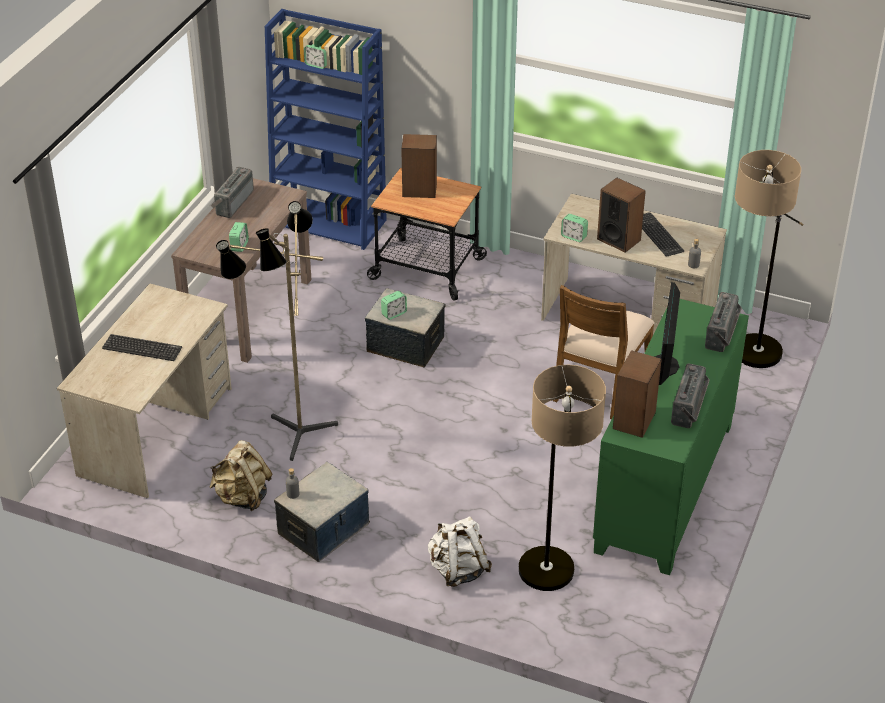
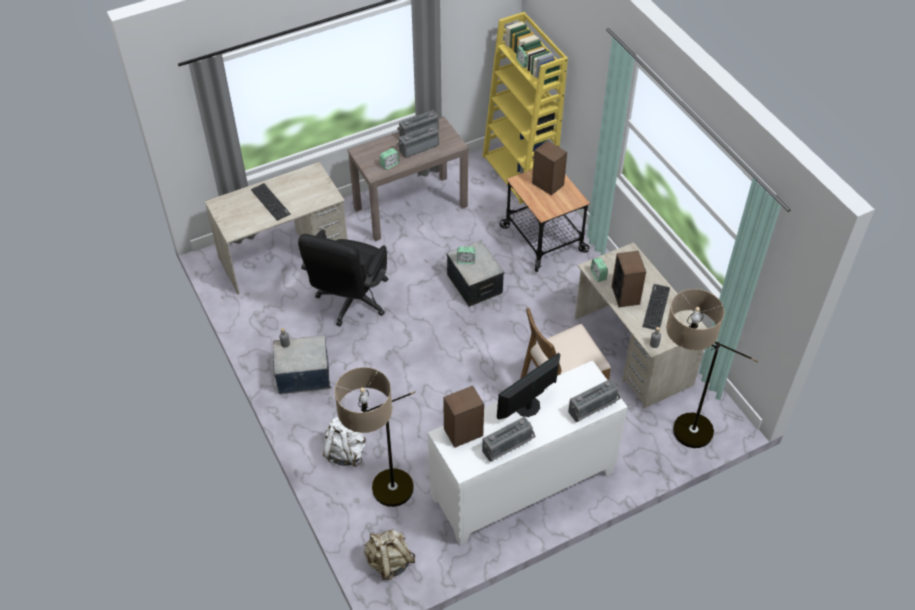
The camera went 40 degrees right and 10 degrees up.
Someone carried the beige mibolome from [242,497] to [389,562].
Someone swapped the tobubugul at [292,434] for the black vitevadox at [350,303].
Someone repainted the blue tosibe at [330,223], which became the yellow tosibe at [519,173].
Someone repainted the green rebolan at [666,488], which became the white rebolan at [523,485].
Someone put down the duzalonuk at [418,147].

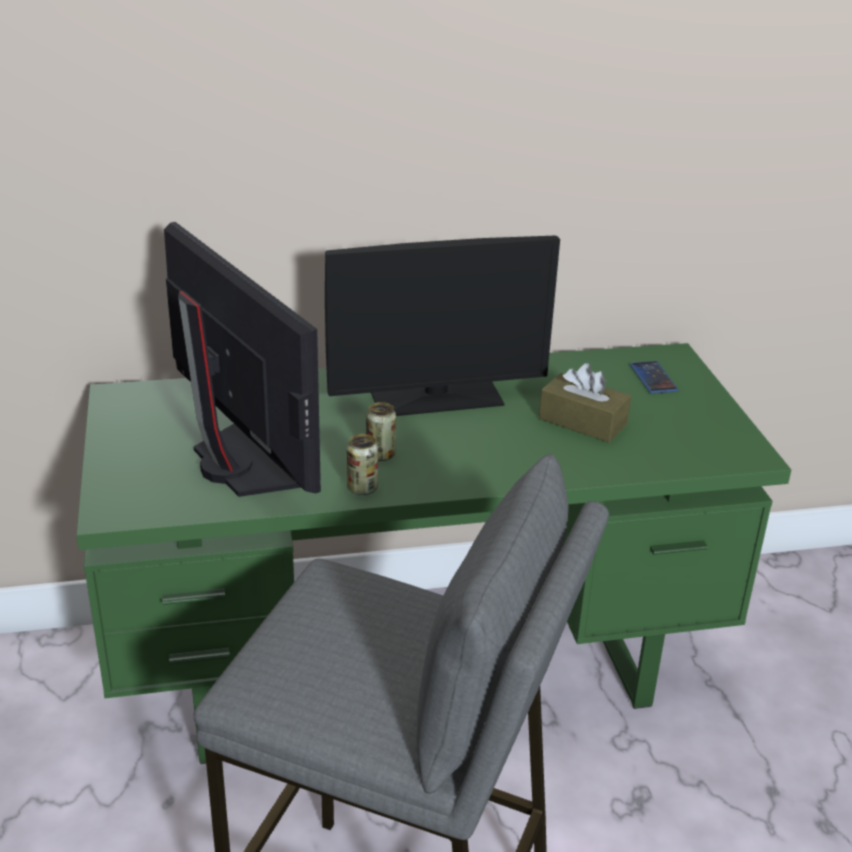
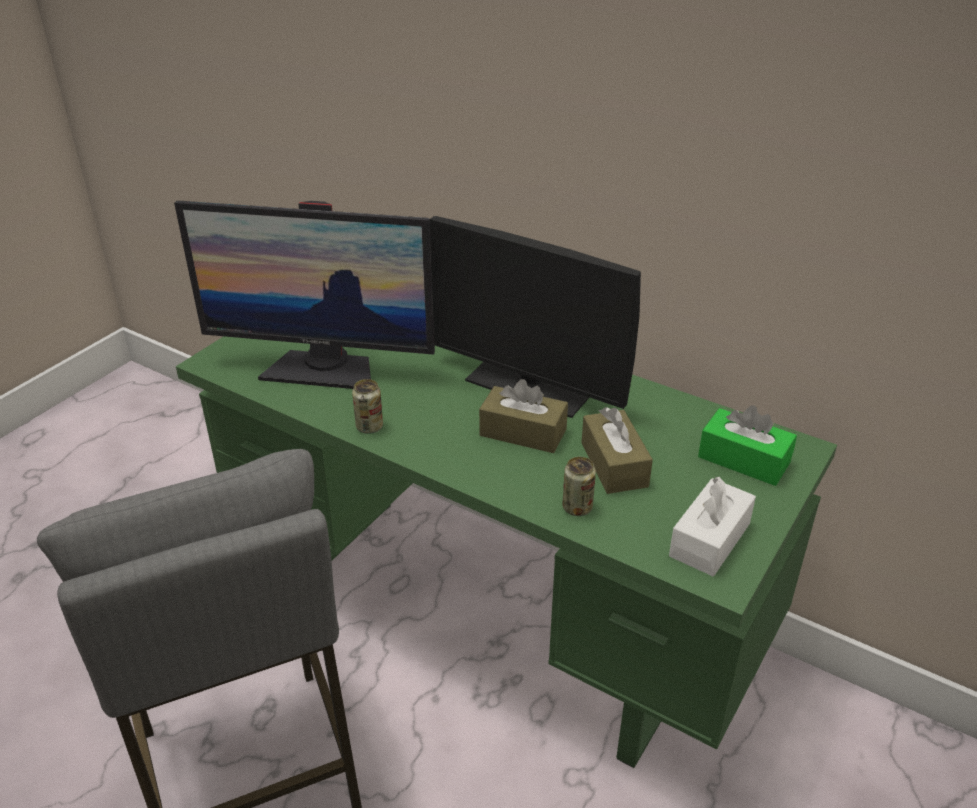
The camera went 45 degrees right and 5 degrees up.
Someone rotated the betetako at [238,465] by 90 degrees clockwise.
Someone carried the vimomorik from [380,455] to [577,508].
Someone swapped the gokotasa at [653,378] for the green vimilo at [743,460].
Someone put down the brown vimilo at [523,432].
Someone put down the white vimilo at [709,540].

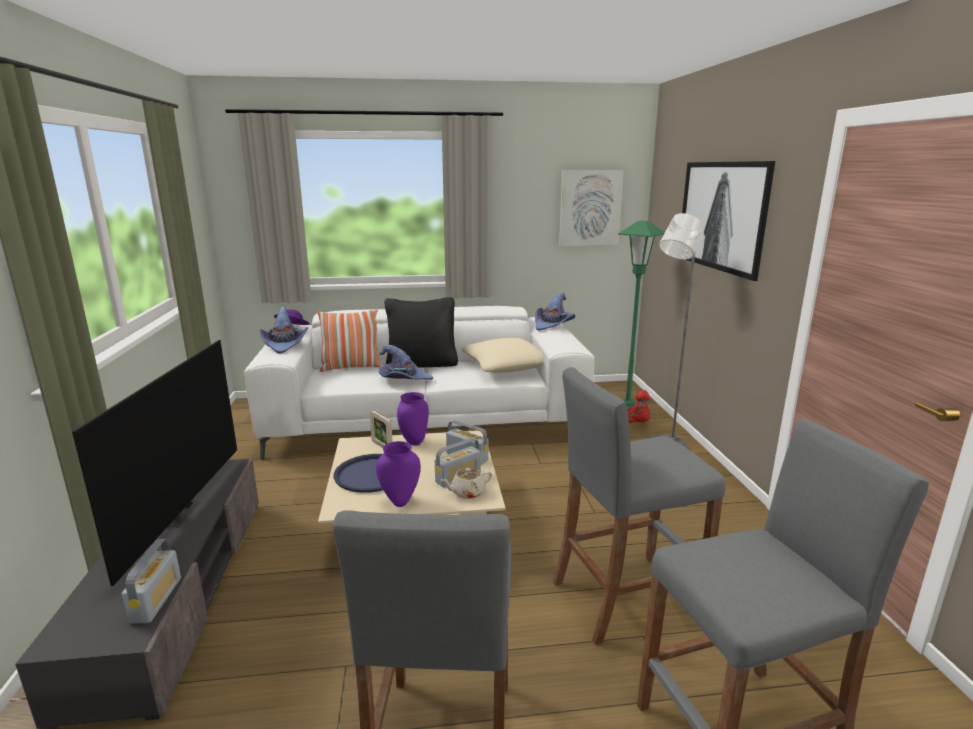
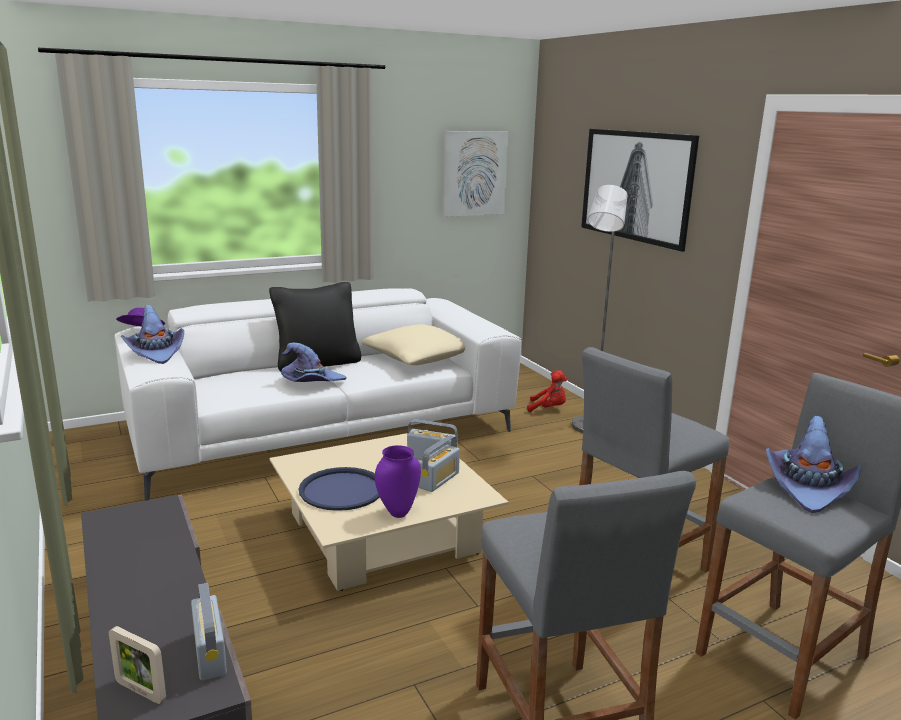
The camera went 20 degrees left and 0 degrees up.
Someone took away the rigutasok at [175,513].
Someone took away the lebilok at [351,367].
Someone carried the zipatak from [382,446] to [140,691].
Someone took away the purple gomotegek at [413,442].
Someone took away the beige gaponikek at [467,492].
Someone carried the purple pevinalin from [553,325] to [808,487].
Someone took away the green tobubugul at [627,407].

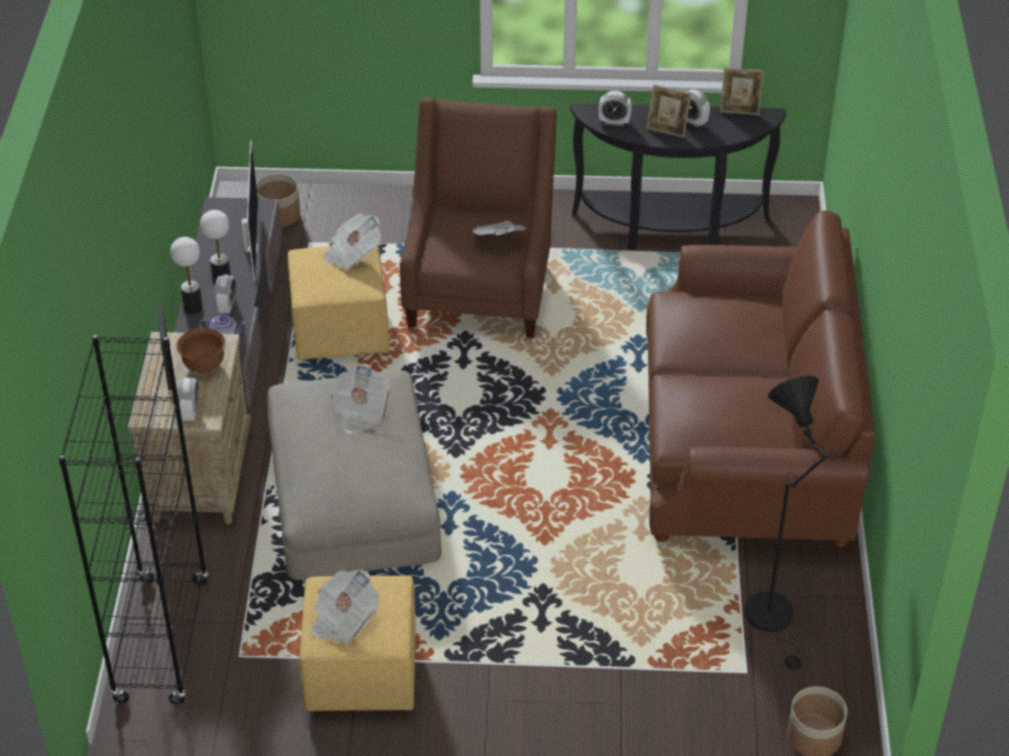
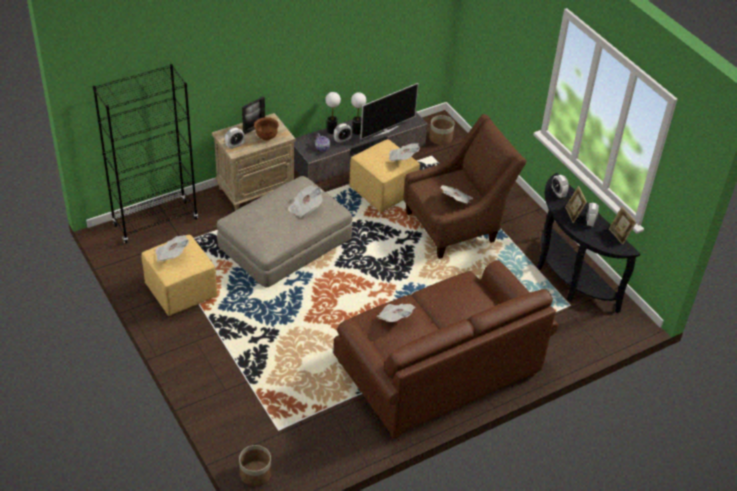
The camera went 55 degrees right and 0 degrees up.
Someone took away the black tobubugul at [774,620].
Someone put down the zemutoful at [395,318].

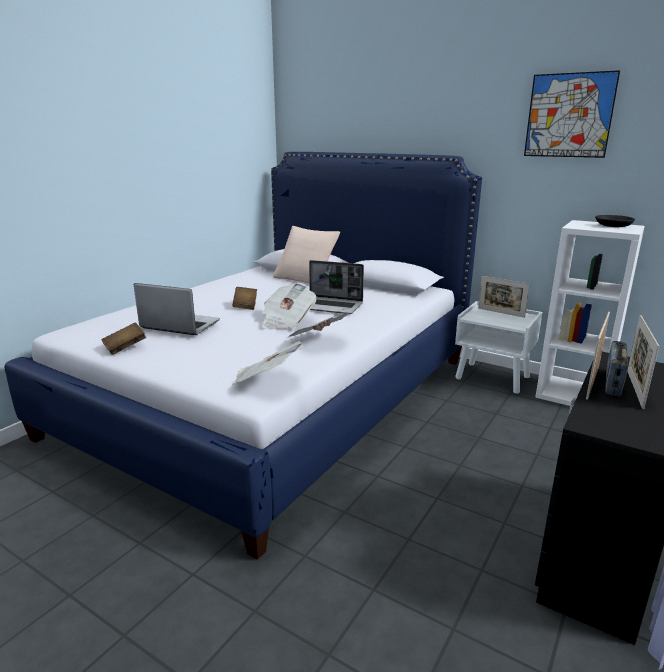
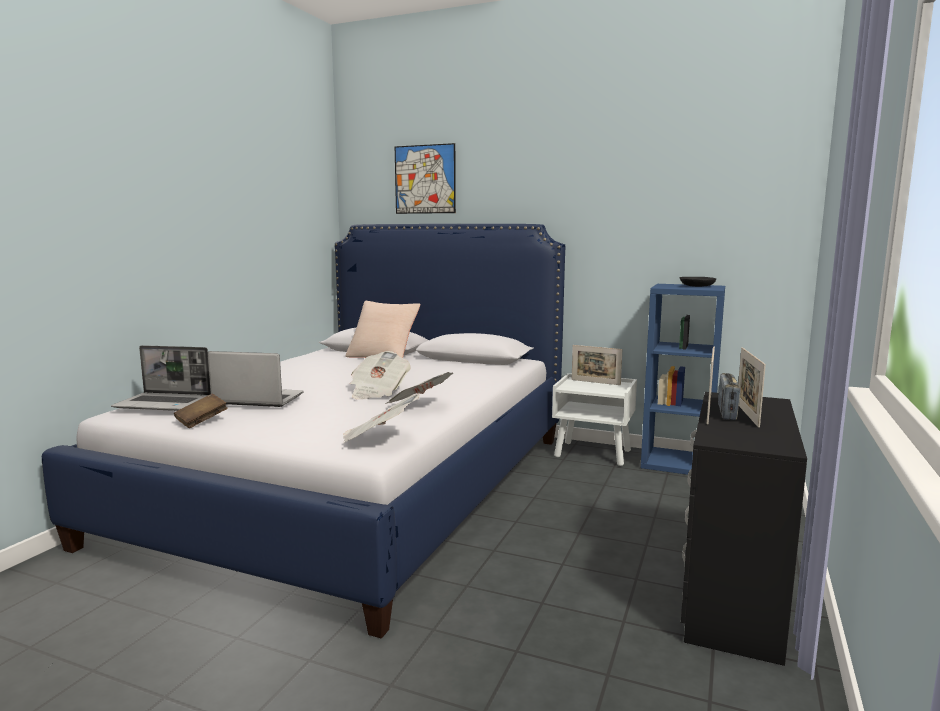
The camera went 10 degrees left and 10 degrees down.
Someone took away the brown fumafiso at [245,306].
Someone carried the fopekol from [331,306] to [164,403].
Someone carried the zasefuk from [569,115] to [425,179].
Someone repainted the white tosibe at [573,395], which became the blue tosibe at [677,463].

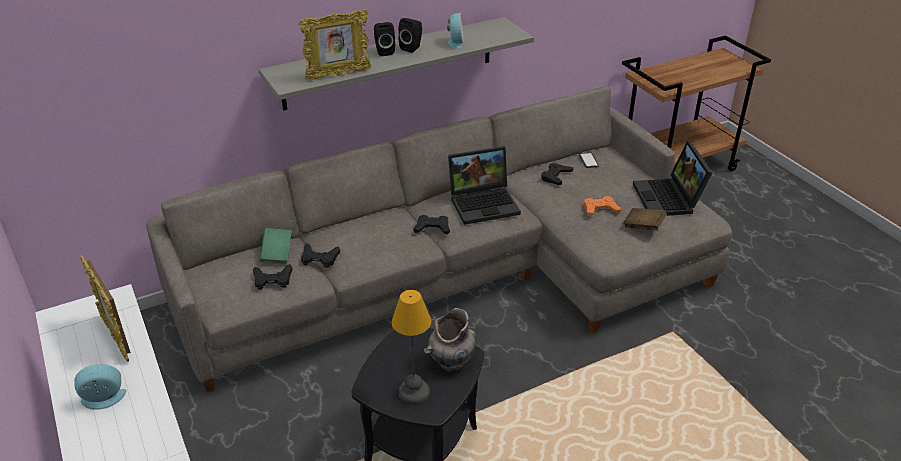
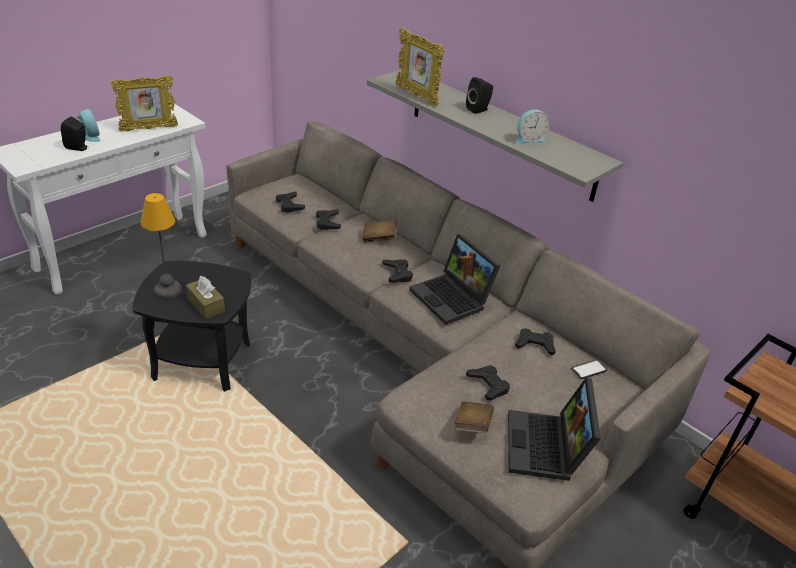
The camera went 70 degrees right and 0 degrees up.
Someone rotated the zipatak at [116,337] by 150 degrees counterclockwise.
Someone took away the green fumafiso at [277,254].
Someone carried the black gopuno from [412,48] to [78,148].
Someone swapped the grey gomotegek at [450,363] for the brown vimilo at [206,305].
Someone repainted the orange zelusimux at [600,209], which became the black zelusimux at [488,385].
Someone rotated the fopekol at [669,199] by 60 degrees counterclockwise.
Someone put down the brown fumafiso at [379,238].

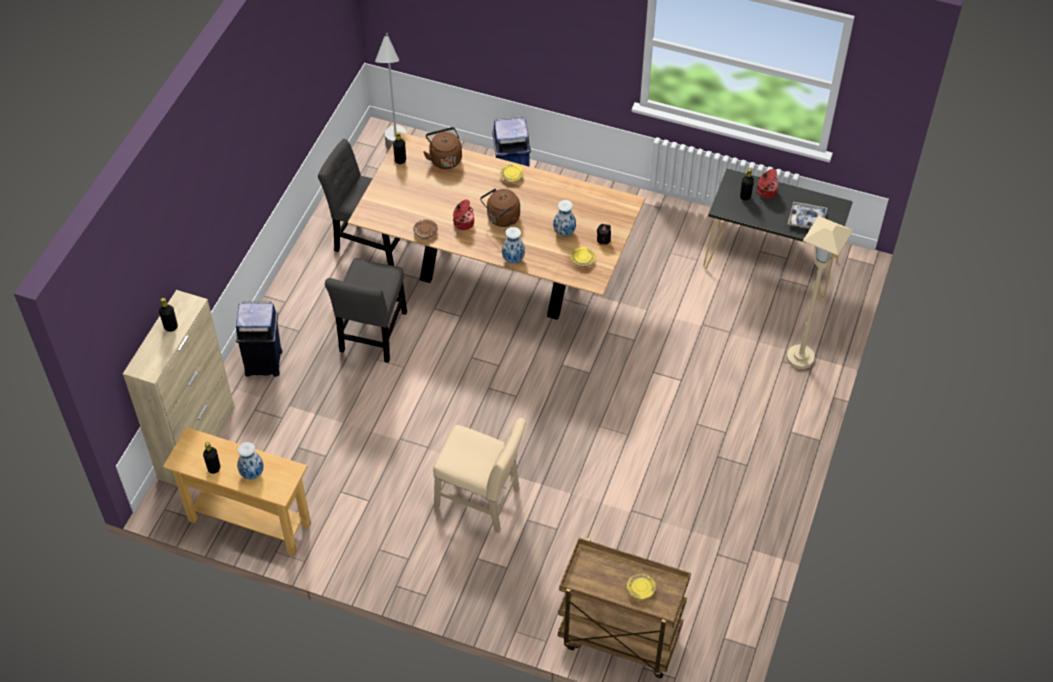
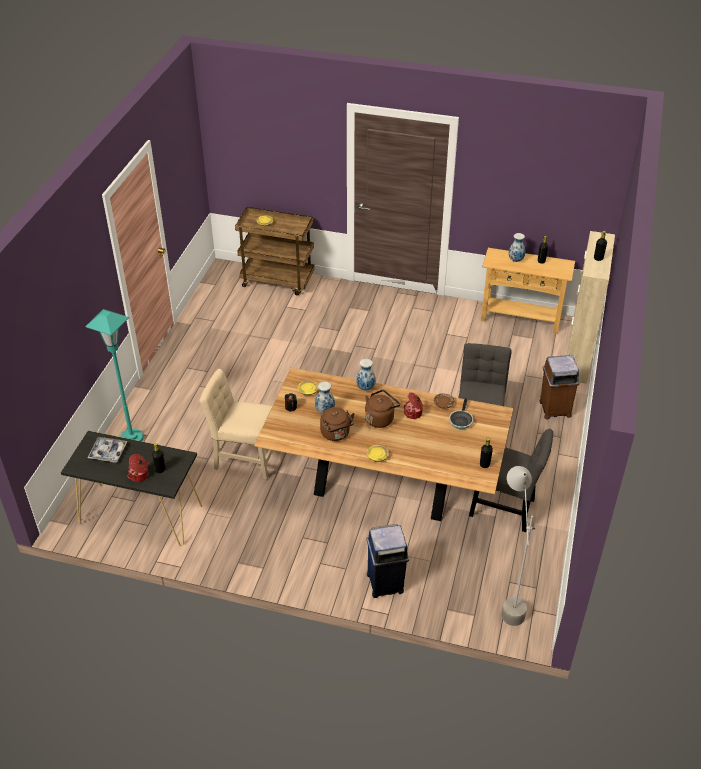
The camera went 175 degrees right and 10 degrees down.
Someone repainted the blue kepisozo at [264,363], which became the brown kepisozo at [554,409].
Someone carried the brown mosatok from [444,158] to [336,434].
Someone carried the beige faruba from [481,501] to [243,459].
Someone repainted the beige tobubugul at [800,358], which became the turquoise tobubugul at [132,438].
Someone put down the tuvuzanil at [460,420].

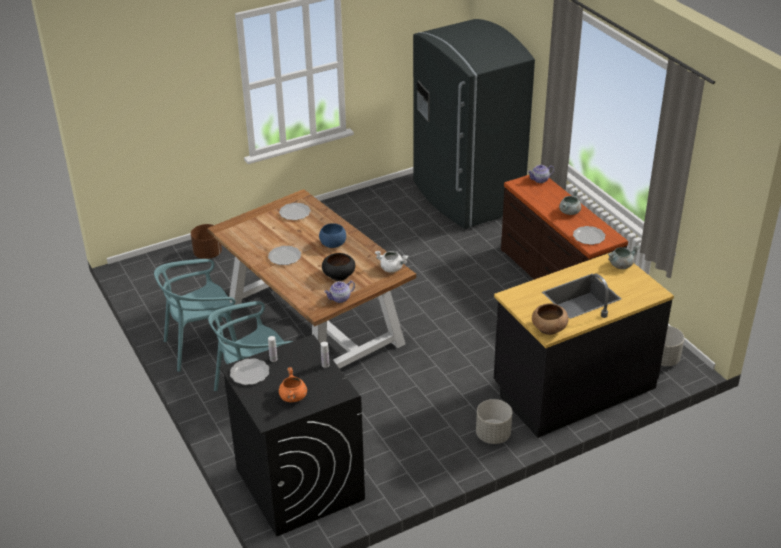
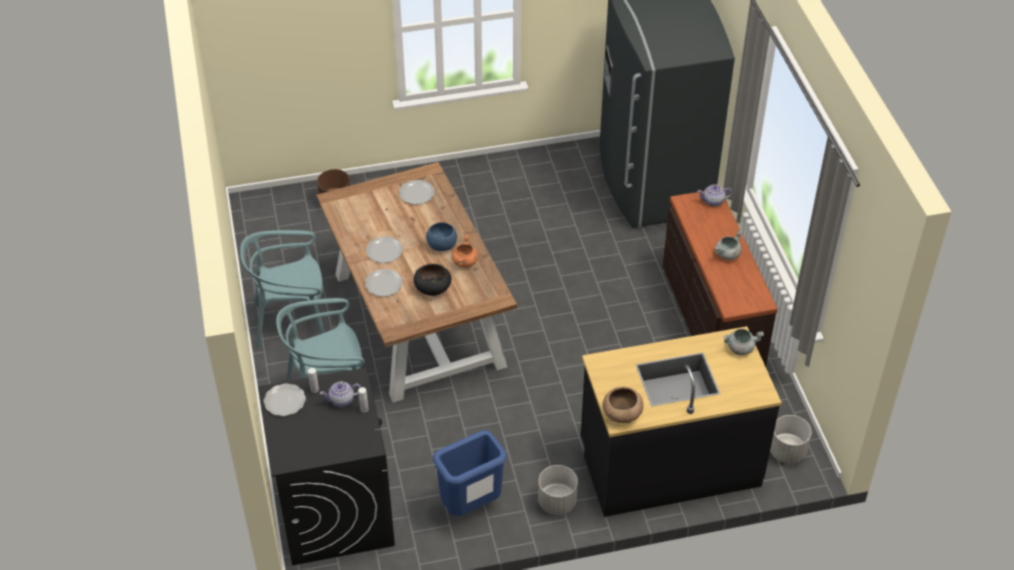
The camera went 15 degrees right and 10 degrees up.
Someone carried the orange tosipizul from [293,397] to [465,262].
Someone carried the gaponikek from [340,298] to [342,400].
Someone took away the white tosipizul at [392,268].
Someone carried the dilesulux from [588,237] to [383,284].
Someone put down the blue kepisozo at [471,506].

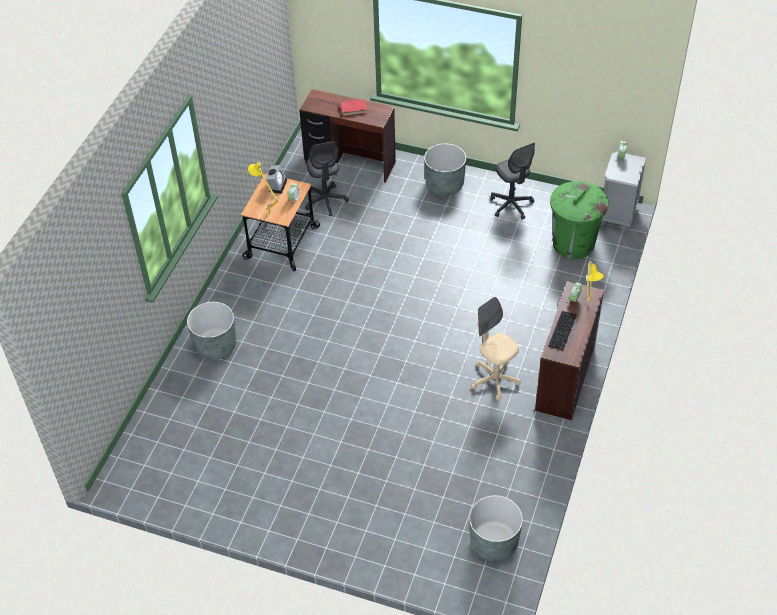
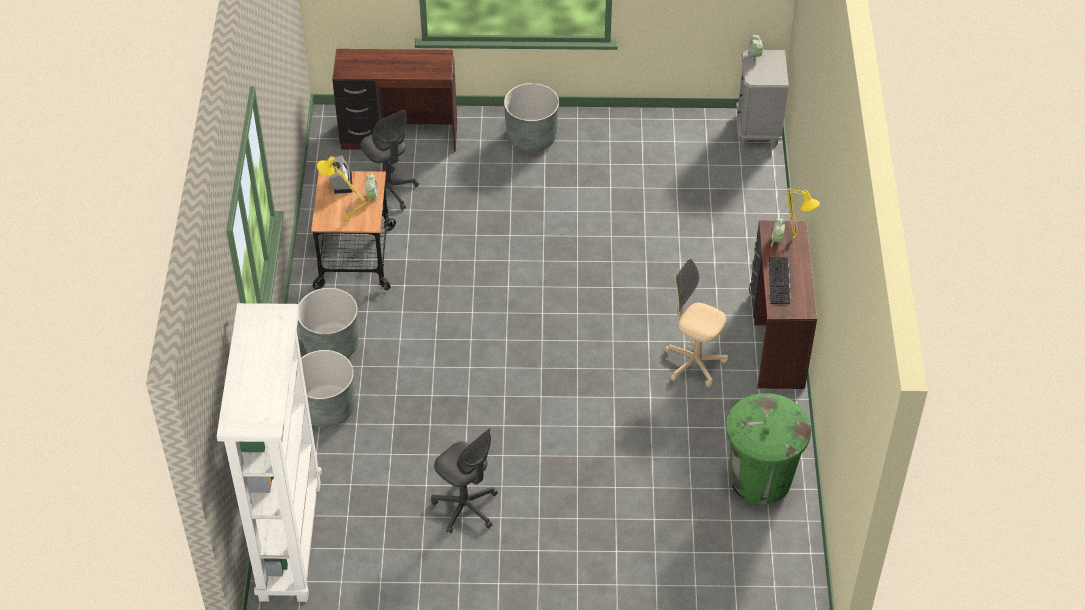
The camera went 20 degrees left and 0 degrees up.
Someone took away the red fumafiso at [353,109].
Someone carried the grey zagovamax from [493,542] to [331,345].
Someone carried the grey vitevadox from [511,205] to [465,507].
Someone carried the green kepisozo from [573,243] to [760,479].
Someone put down the white tosibe at [289,539].

